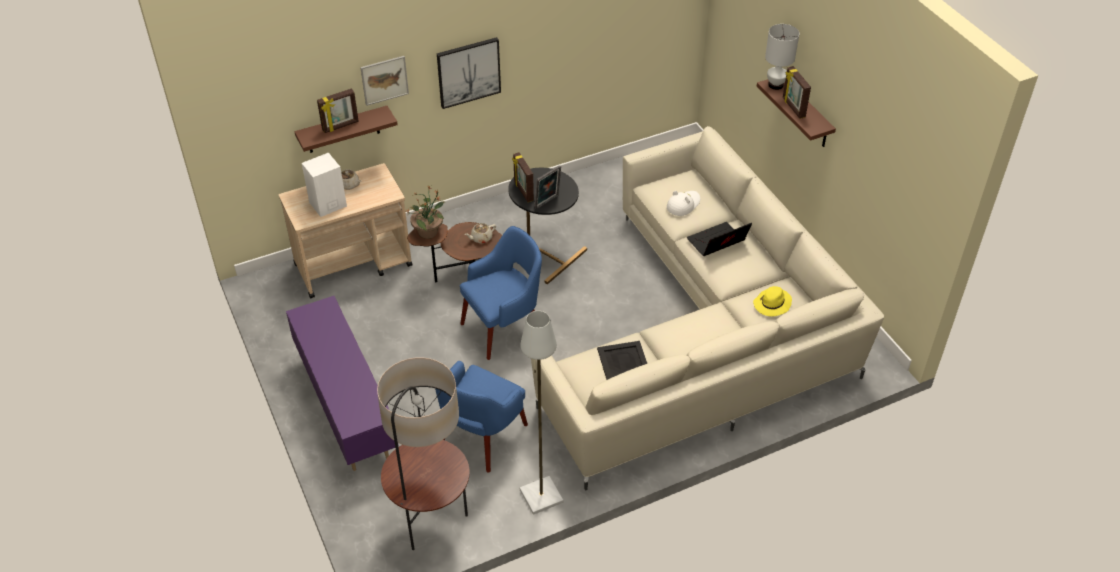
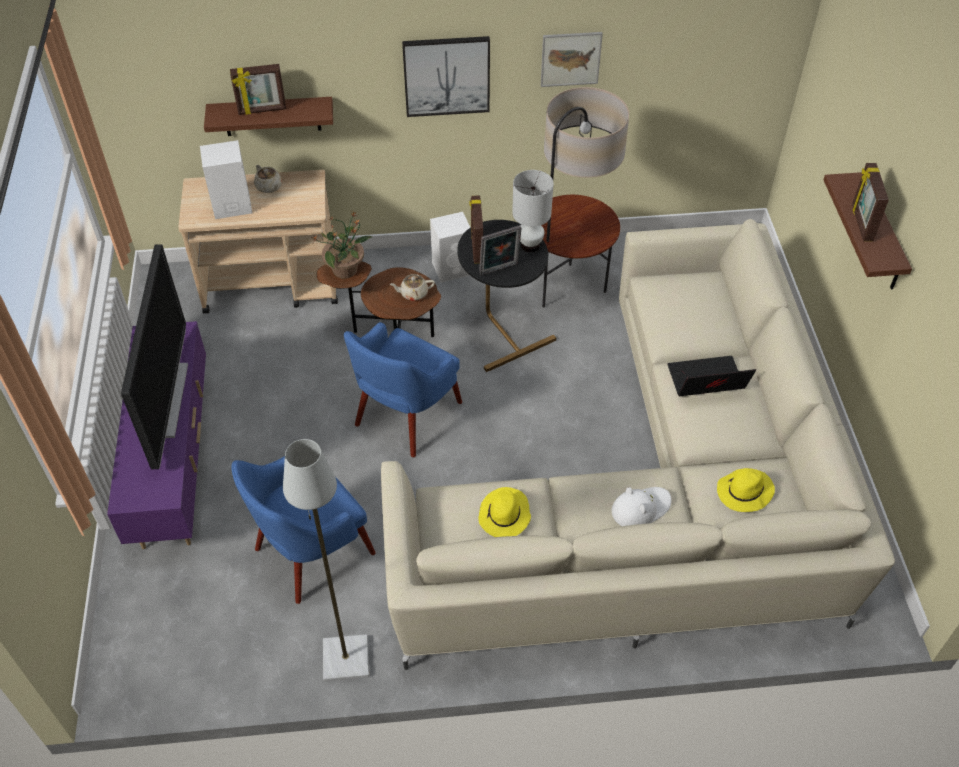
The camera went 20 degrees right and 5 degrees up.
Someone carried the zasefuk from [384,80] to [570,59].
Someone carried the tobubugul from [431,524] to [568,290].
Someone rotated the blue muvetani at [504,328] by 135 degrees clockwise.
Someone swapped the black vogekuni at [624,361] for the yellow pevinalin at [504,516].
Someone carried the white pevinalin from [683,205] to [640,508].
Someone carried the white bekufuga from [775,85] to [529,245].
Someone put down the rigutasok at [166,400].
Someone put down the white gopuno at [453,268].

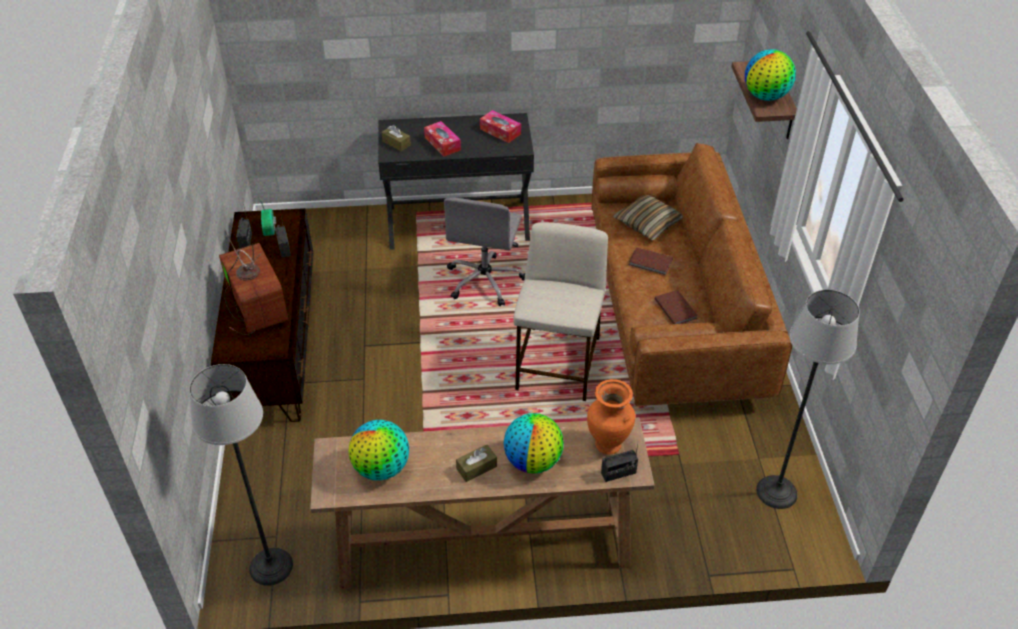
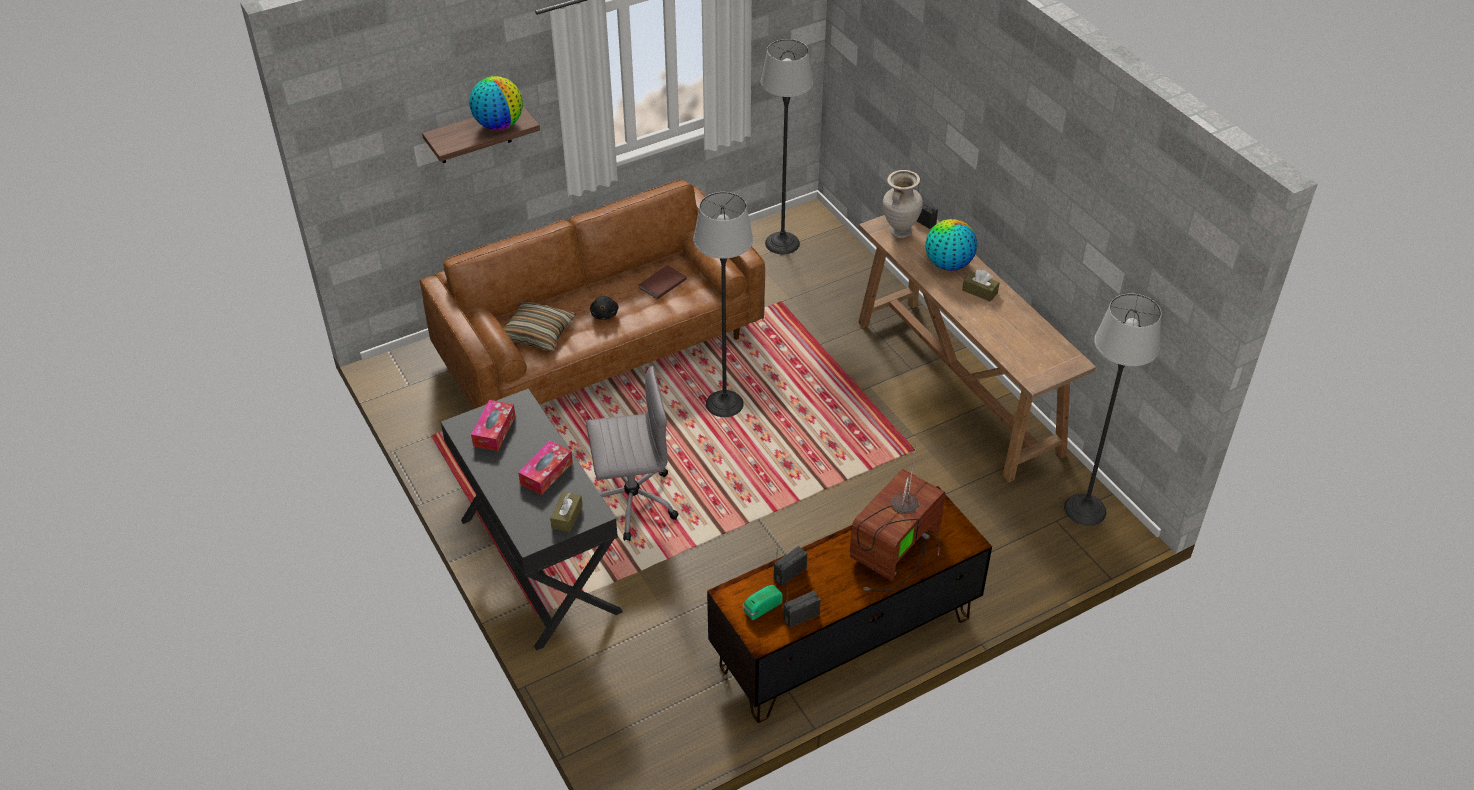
The camera went 115 degrees left and 0 degrees up.
Someone took away the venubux at [381,468].
Someone swapped the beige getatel at [558,365] for the tobubugul at [724,404].
Someone repainted the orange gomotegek at [608,444], which became the beige gomotegek at [899,232].
Someone swapped the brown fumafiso at [650,263] for the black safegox at [604,314].

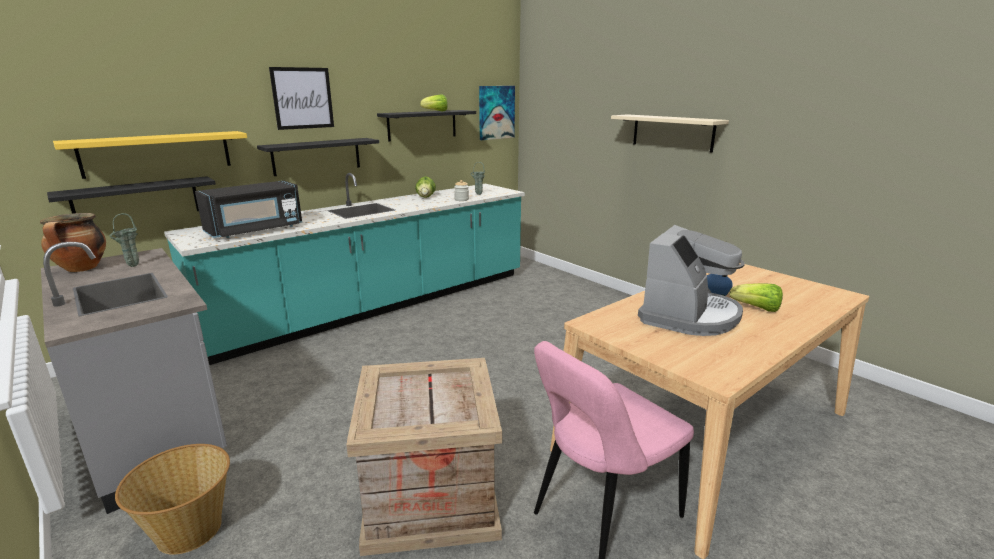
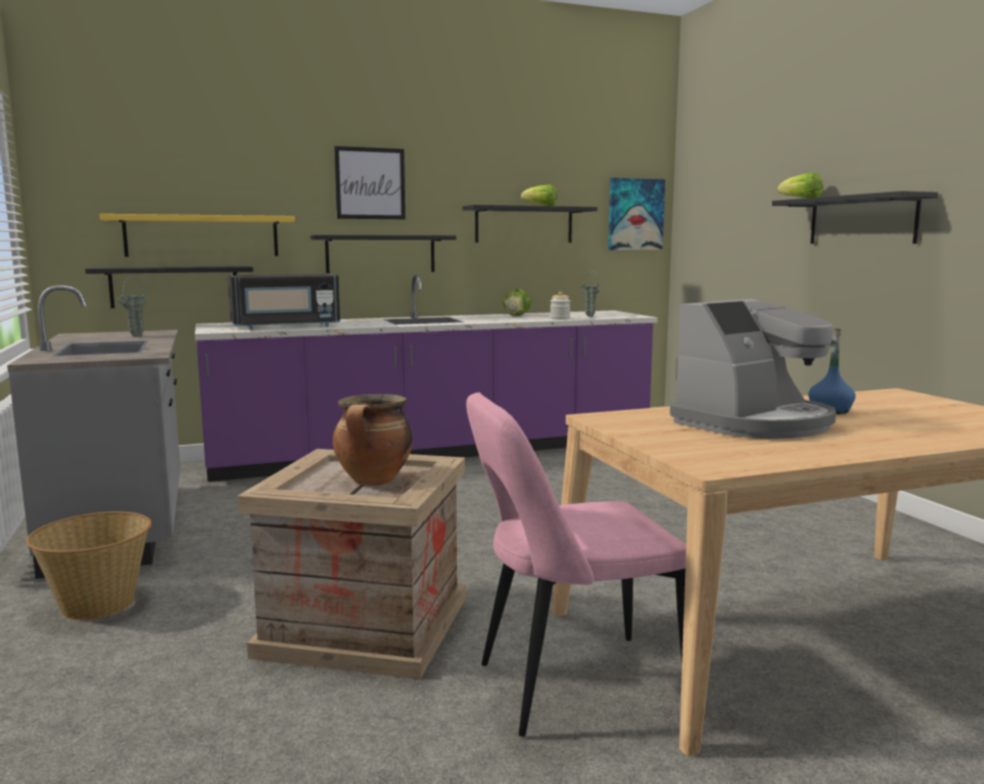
The camera went 20 degrees right and 10 degrees down.
Someone carried the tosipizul from [82,269] to [374,481].
Someone repainted the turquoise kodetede at [379,306], which became the purple kodetede at [438,452].
Someone repainted the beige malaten at [672,132], which became the black malaten at [862,220].
Someone carried the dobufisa from [756,308] to [801,199].

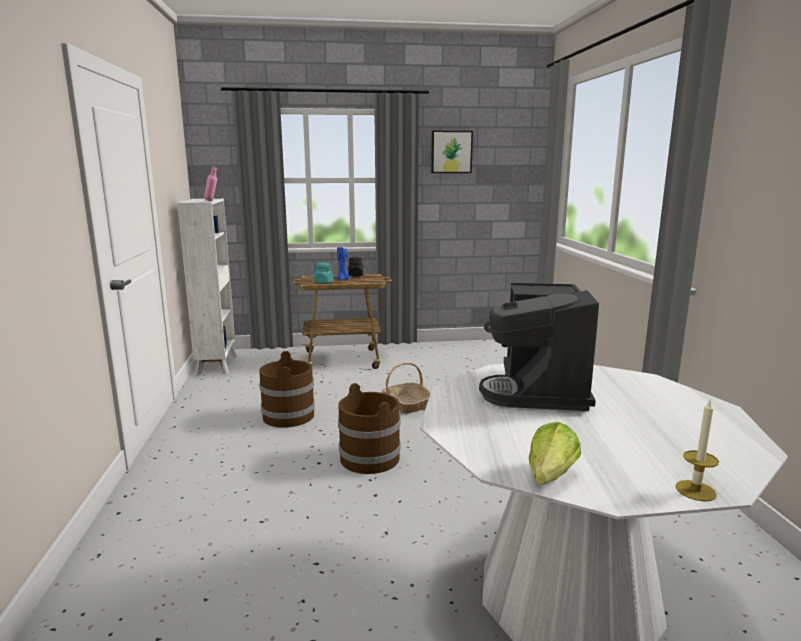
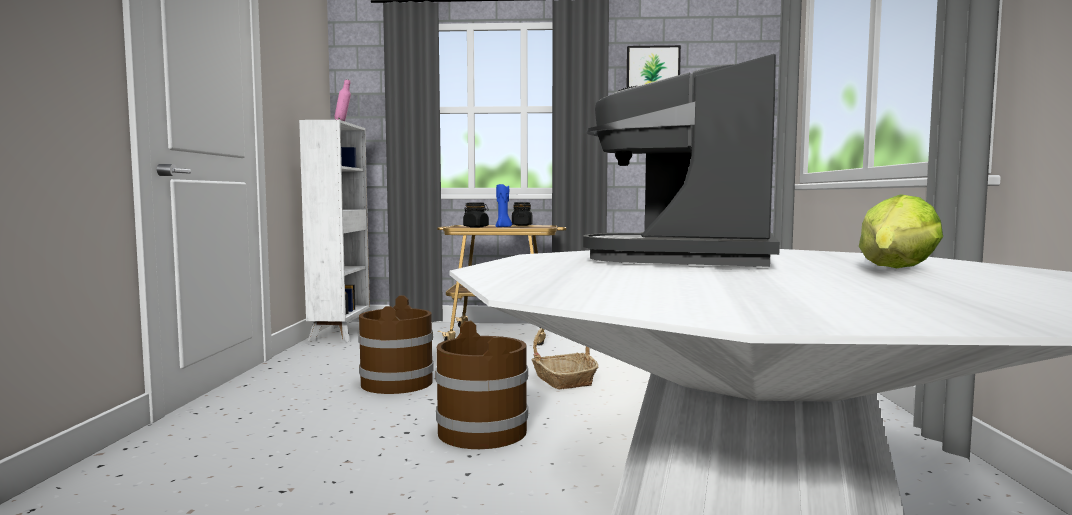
The camera went 10 degrees right and 10 degrees down.
Someone repainted the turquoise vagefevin at [324,282], which became the black vagefevin at [476,227].
Someone carried the dobufisa from [546,480] to [890,271].
Someone took away the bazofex at [695,490].

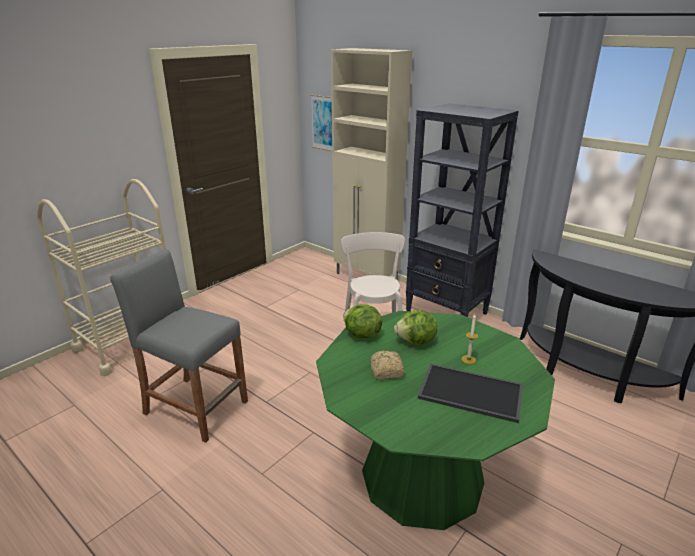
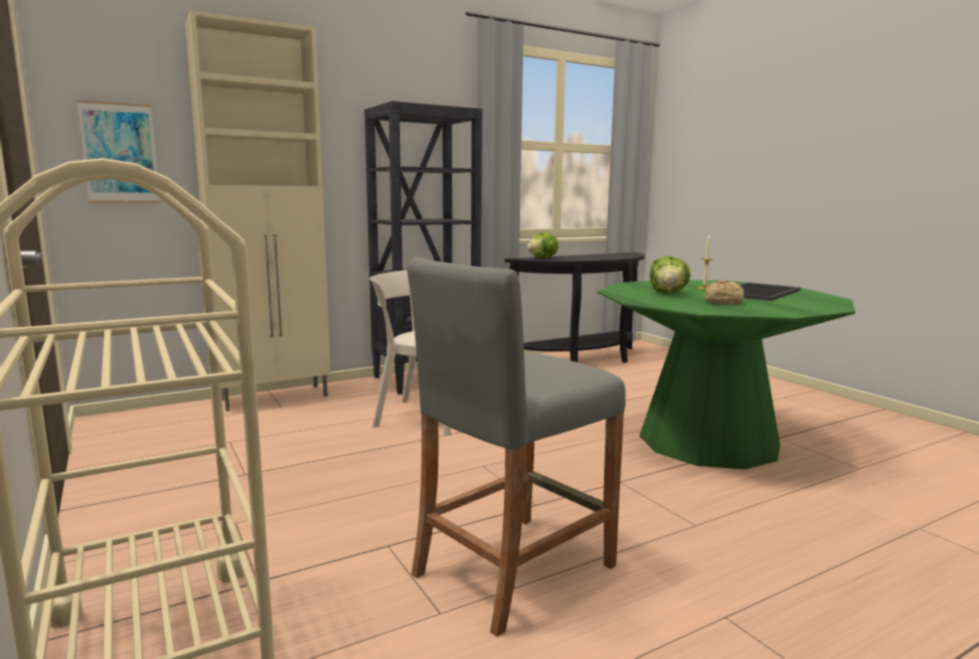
The camera went 70 degrees left and 15 degrees down.
Someone carried the dobufisa from [361,335] to [543,258].

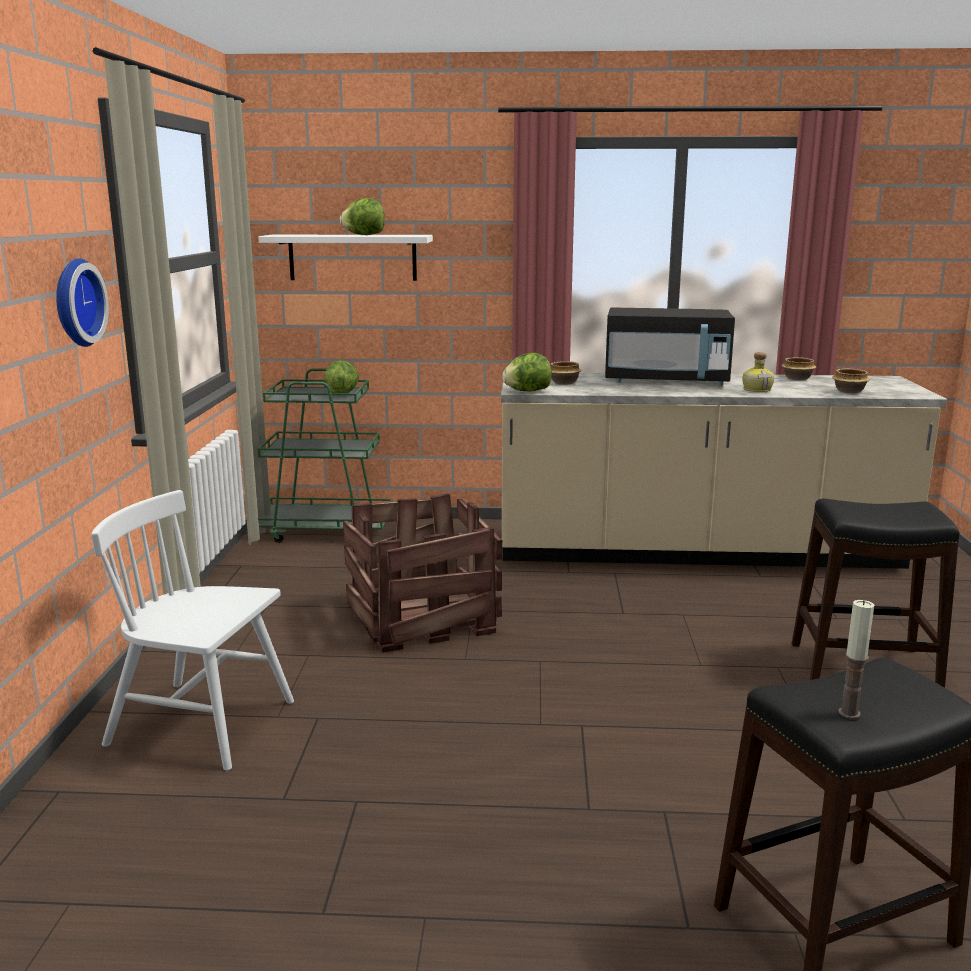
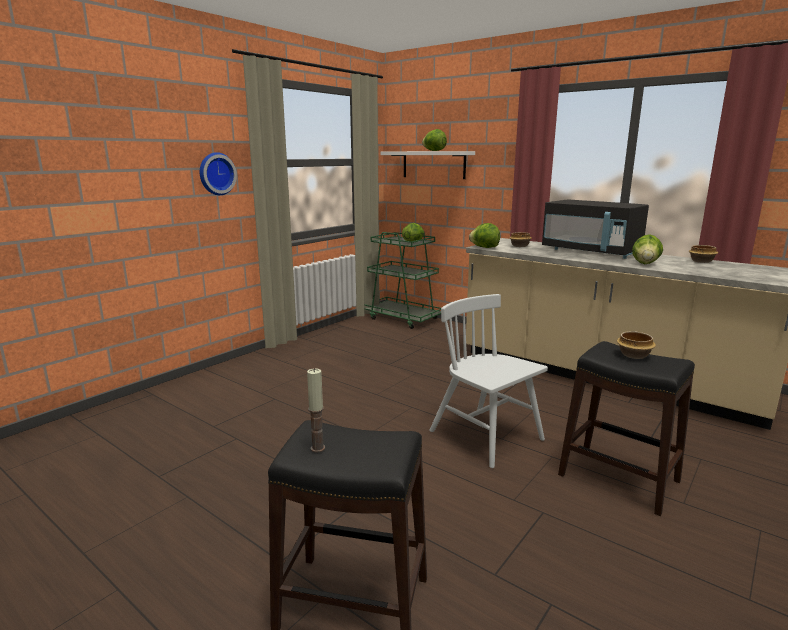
The camera went 35 degrees right and 0 degrees up.
Someone carried the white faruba from [202,723] to [486,436].
Someone took away the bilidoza at [424,617].
Someone swapped the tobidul at [757,390] for the dobufisa at [645,263].
Someone carried the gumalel from [850,391] to [635,355].

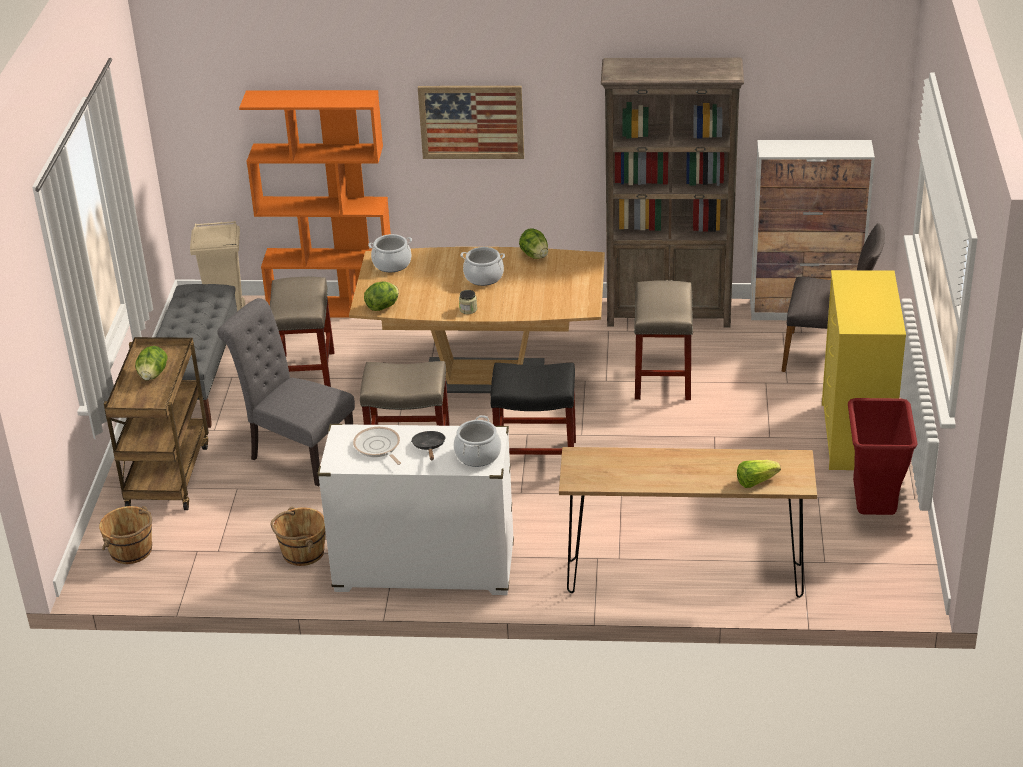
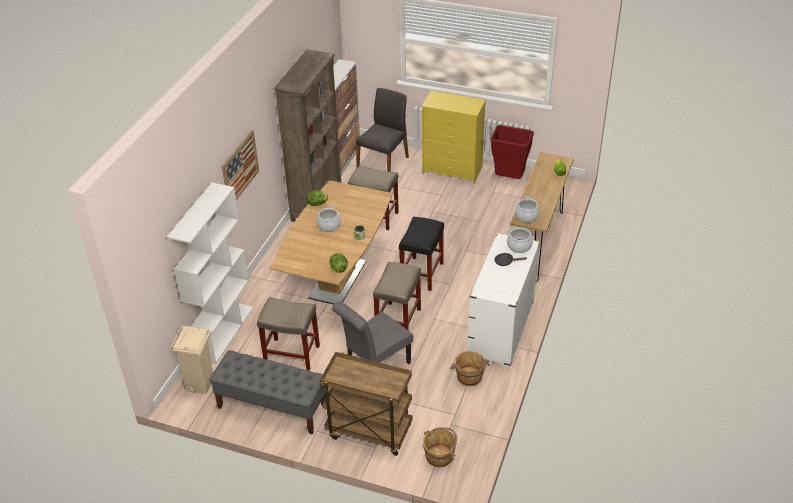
The camera went 75 degrees left and 5 degrees up.
Someone took away the dobufisa at [153,375].
Someone repainted the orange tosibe at [333,307], which became the white tosibe at [224,332].
Someone took away the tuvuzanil at [378,447].
Someone carried the tosipizul from [392,264] to [526,216].

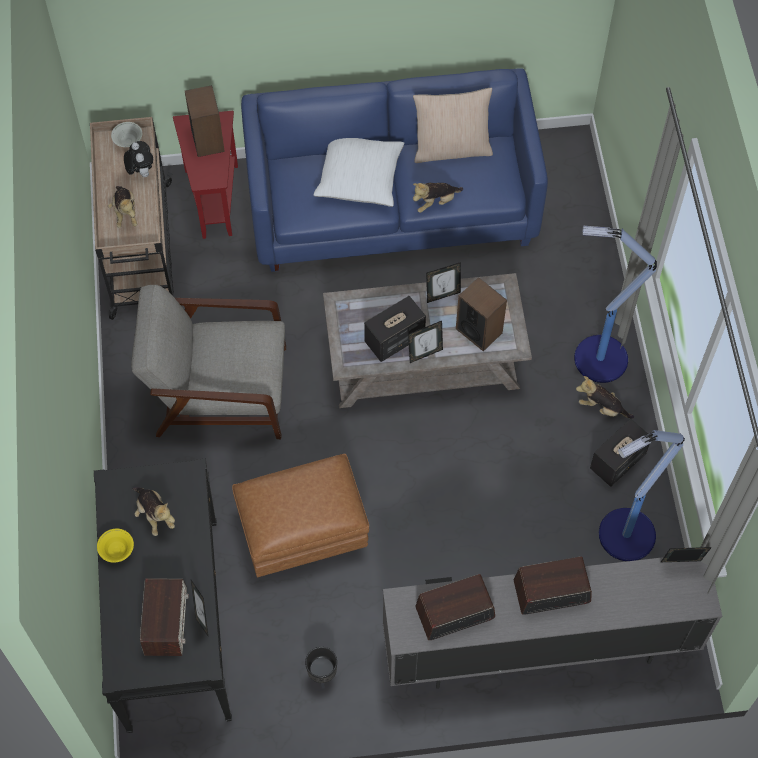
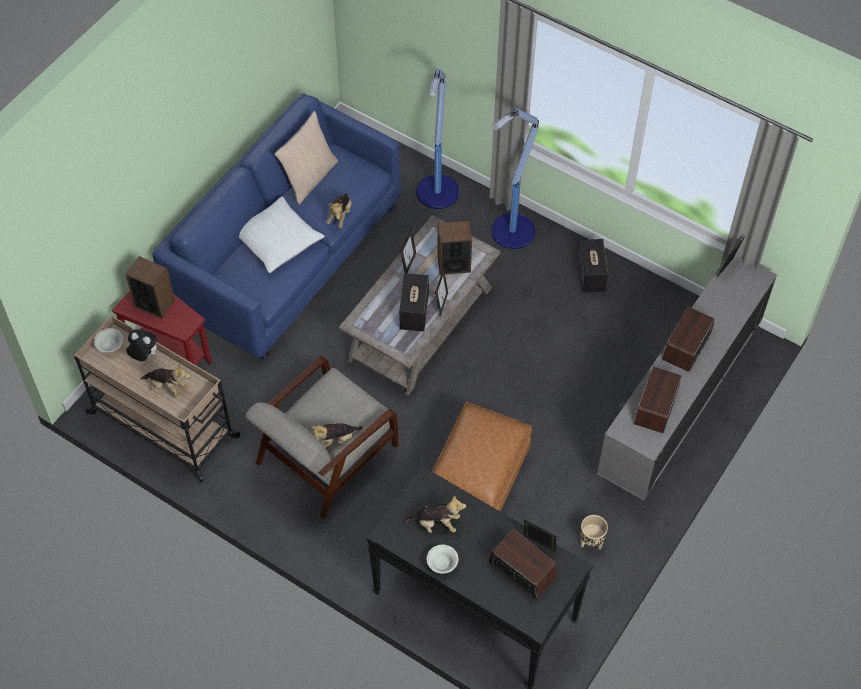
The camera went 50 degrees left and 5 degrees down.
Someone repainted the yellow gumalel at [117,550], which became the white gumalel at [442,564].
Someone repainted the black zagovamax at [322,675], which became the beige zagovamax at [591,542].
Someone carried the safegox from [601,407] to [335,440].
Someone carried the tobubugul from [625,536] to [437,193].

